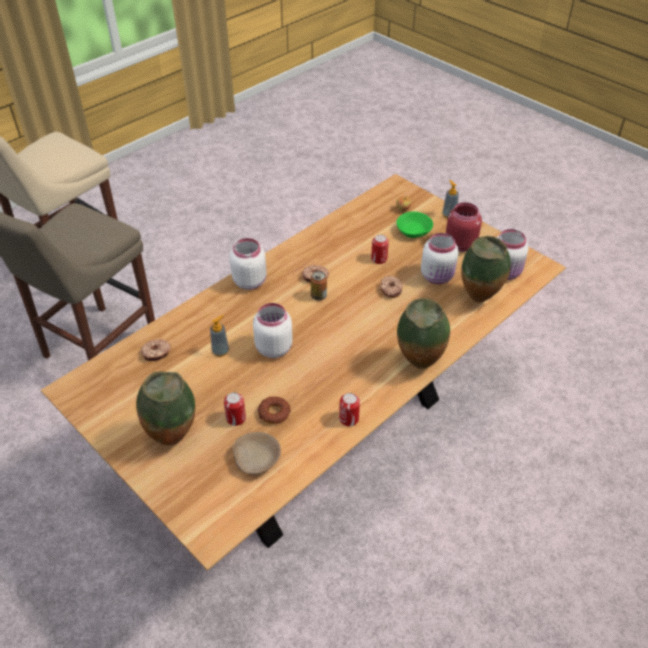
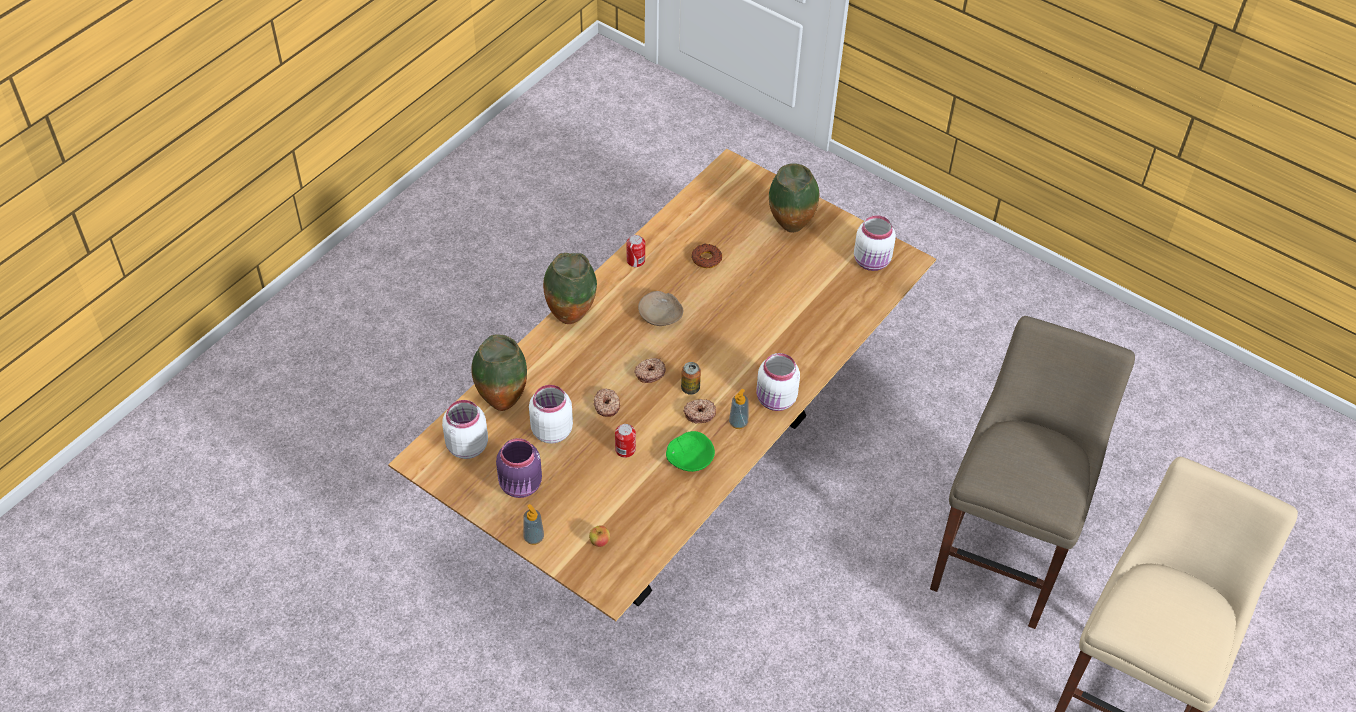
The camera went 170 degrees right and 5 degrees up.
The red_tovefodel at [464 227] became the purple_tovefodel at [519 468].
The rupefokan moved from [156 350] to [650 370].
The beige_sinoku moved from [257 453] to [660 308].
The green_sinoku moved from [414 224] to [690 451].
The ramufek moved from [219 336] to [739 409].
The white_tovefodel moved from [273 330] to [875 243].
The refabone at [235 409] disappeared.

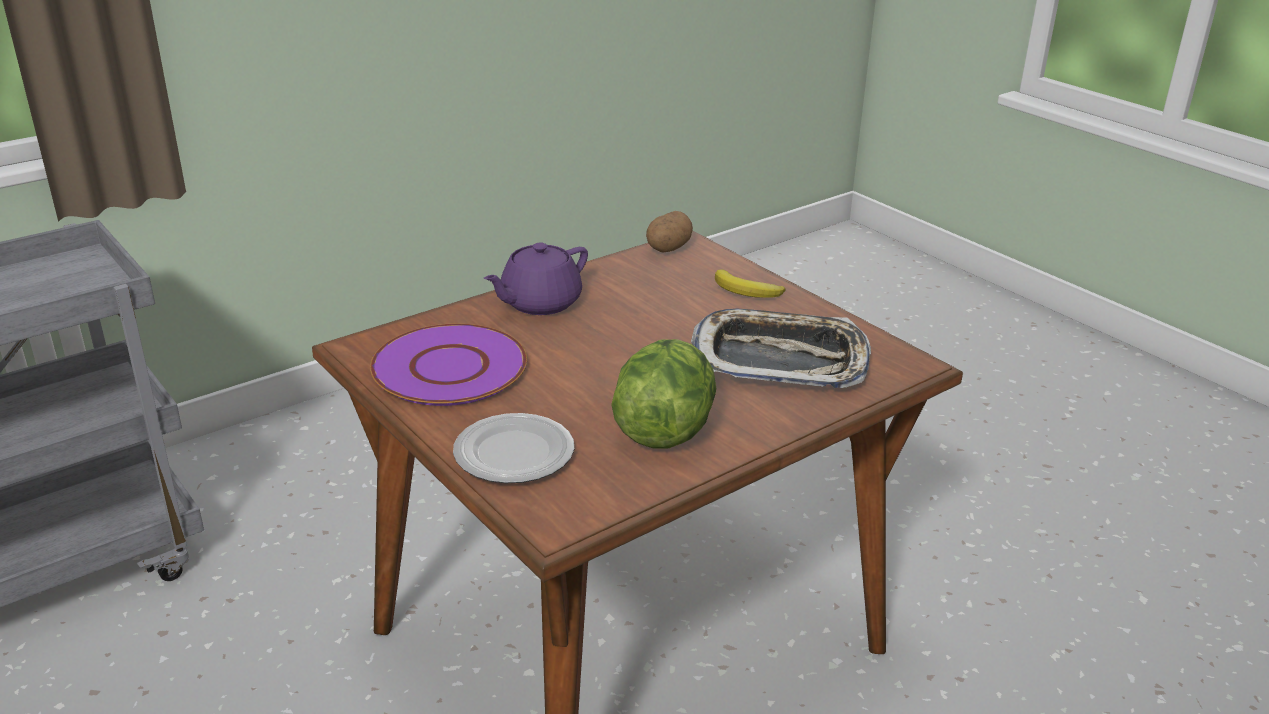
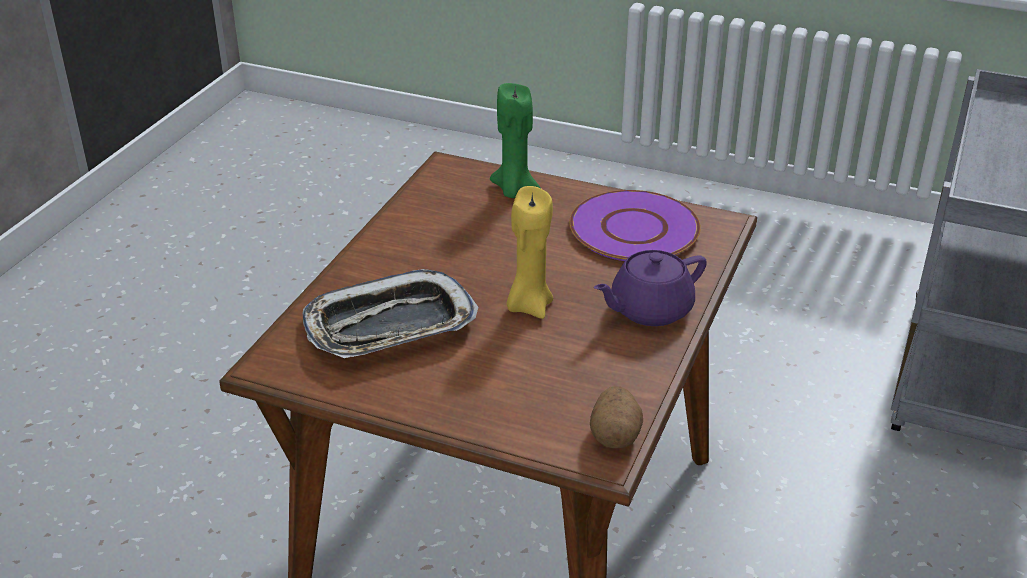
The camera went 150 degrees right and 5 degrees up.
The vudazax at [513 448] was replaced by the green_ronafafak at [515 140].
The yellow_ronafafak at [530 252] appeared.
The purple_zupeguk at [536 278] turned 135 degrees counterclockwise.
The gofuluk at [663 394] disappeared.
The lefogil at [750 283] disappeared.

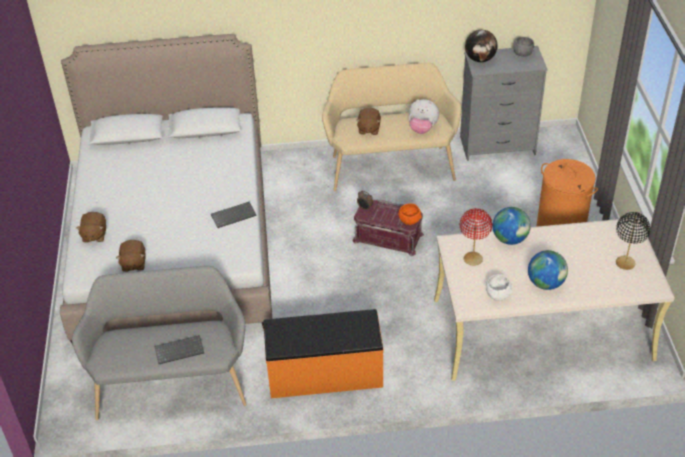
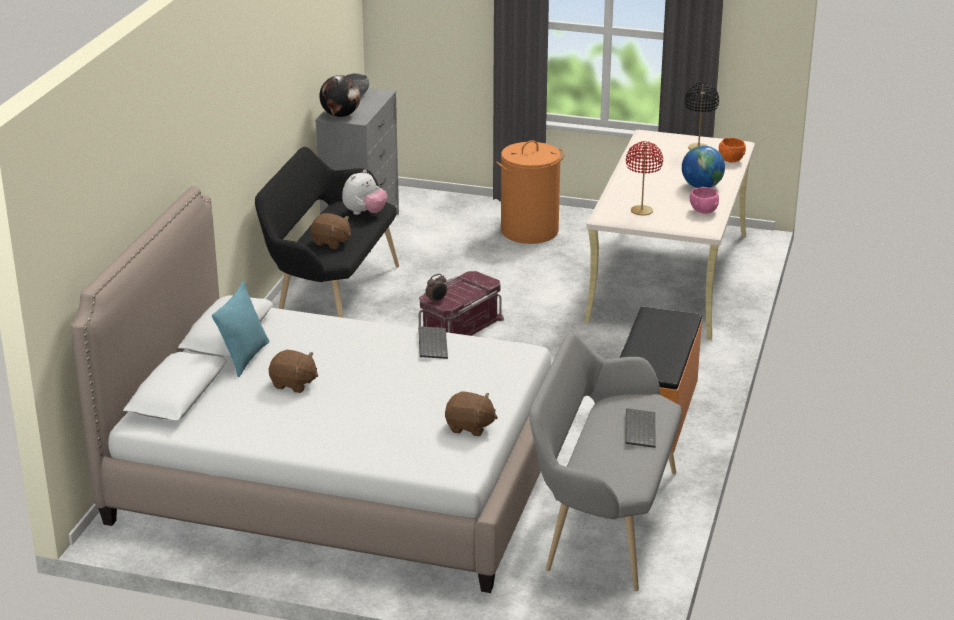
The camera went 70 degrees left and 15 degrees down.
The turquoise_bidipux at [241 329] appeared.
The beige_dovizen at [391 126] became the black_dovizen at [327 232].
The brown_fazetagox moved from [91 227] to [293 371].
The white_sinoku at [498 287] became the pink_sinoku at [704 200].
The orange_sinoku moved from [410 214] to [732 150].
The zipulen at [511 226] disappeared.

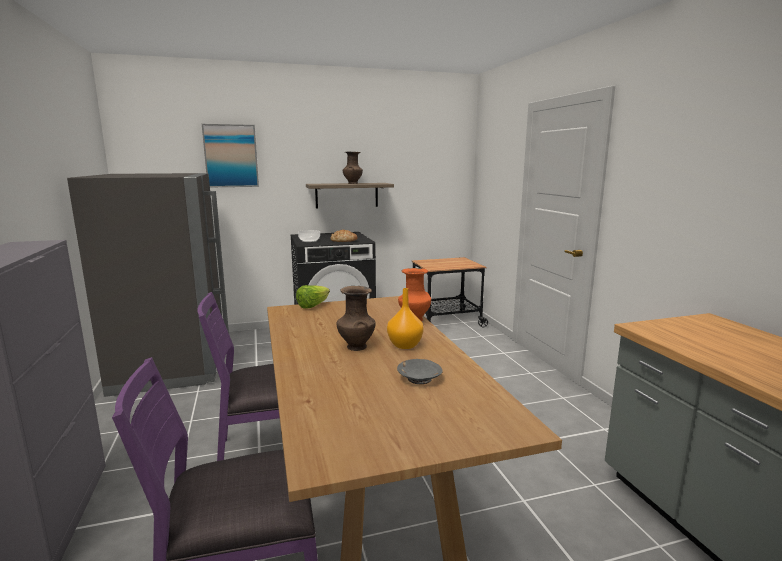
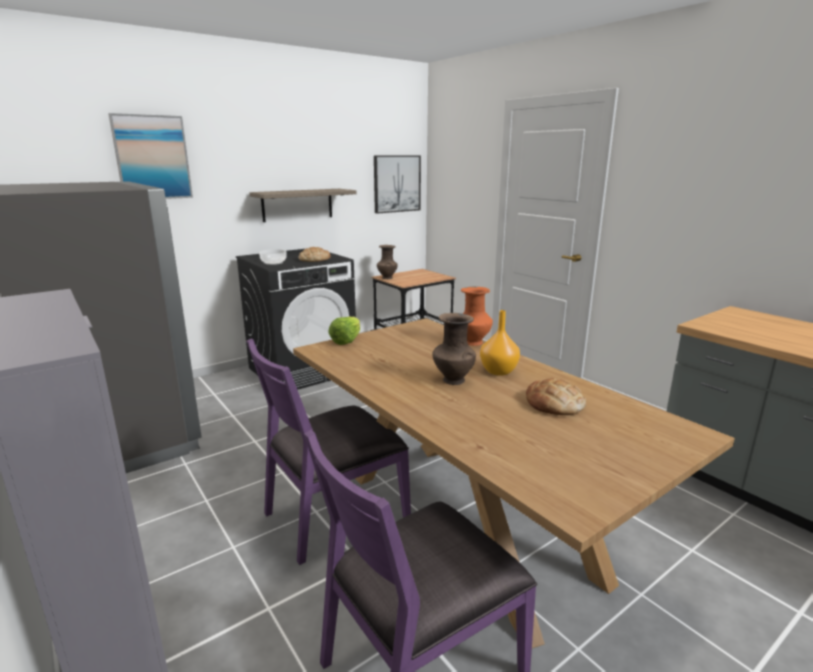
The camera went 20 degrees left and 5 degrees up.
The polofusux at [397 184] appeared.
The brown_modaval moved from [353 168] to [387 262].
The grey_sinoku at [420 371] was replaced by the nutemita at [556 396].

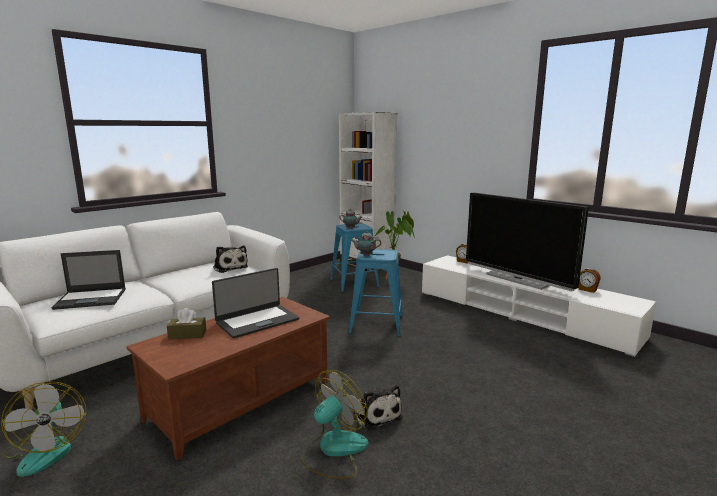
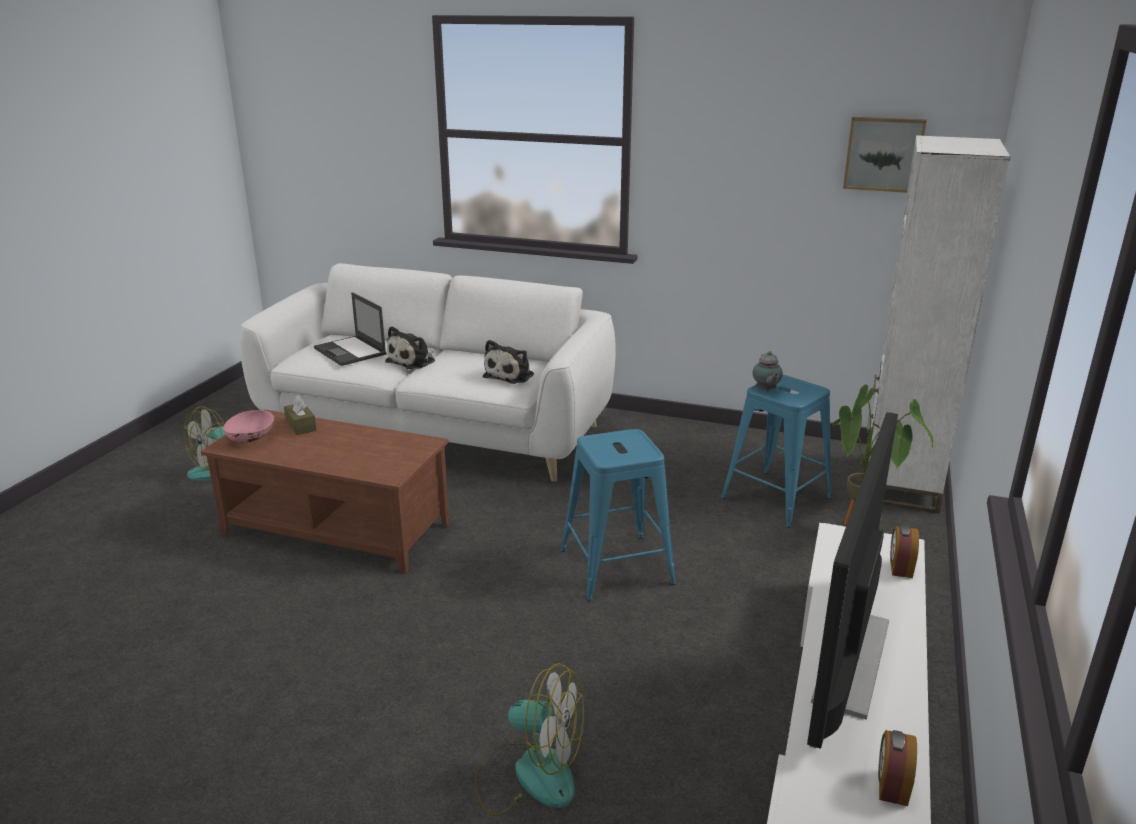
The camera went 65 degrees right and 10 degrees up.
The pink_sinoku at [248 426] appeared.
The fazetagox moved from [378 408] to [410 347].
The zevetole moved from [334 424] to [529 739].
The polofusux at [885 155] appeared.
The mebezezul at [255 303] disappeared.
The zupeguk at [366 243] disappeared.

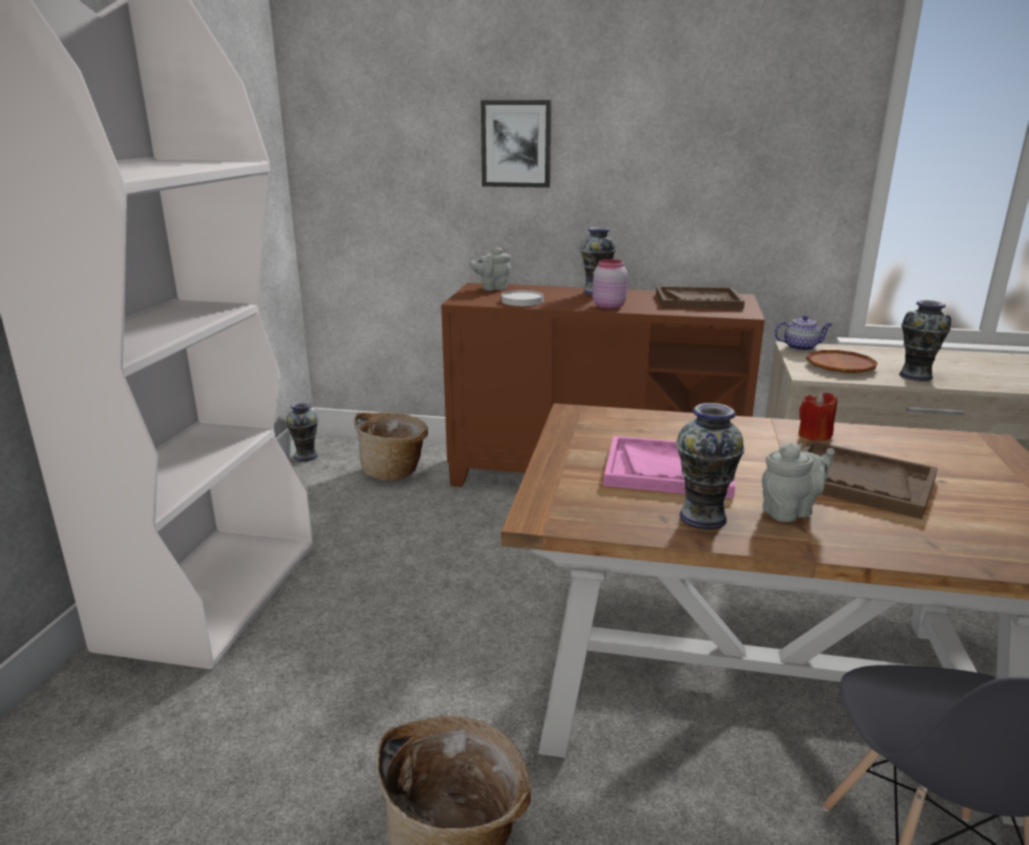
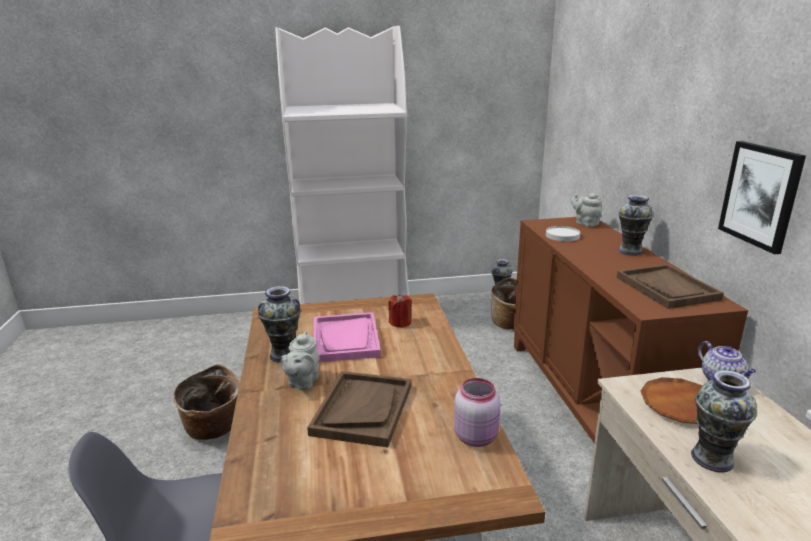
The camera went 70 degrees right and 0 degrees up.
The grey_zupeguk at [798 482] turned 60 degrees clockwise.
The red_ronafafak moved from [817 416] to [400 311].
The pink_tovefodel moved from [610 284] to [477 412].
The polofusux moved from [516 144] to [762 197].

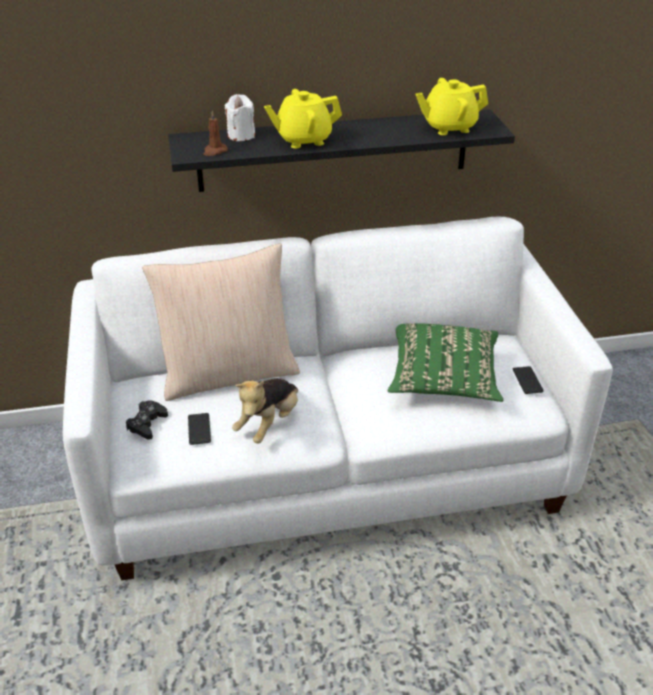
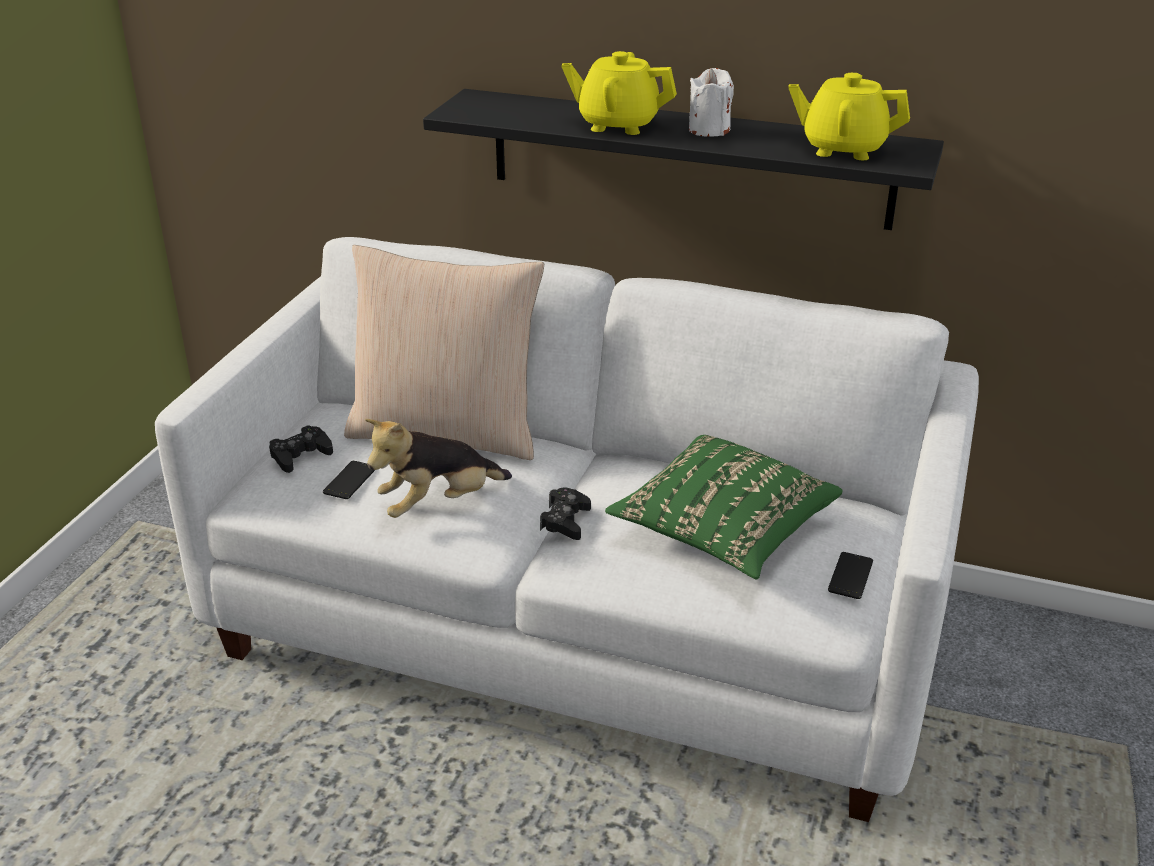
The camera went 30 degrees right and 5 degrees down.
The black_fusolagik at [565 514] appeared.
The white_ronafafak moved from [239 117] to [711 102].
The brown_ronafafak at [216 133] disappeared.

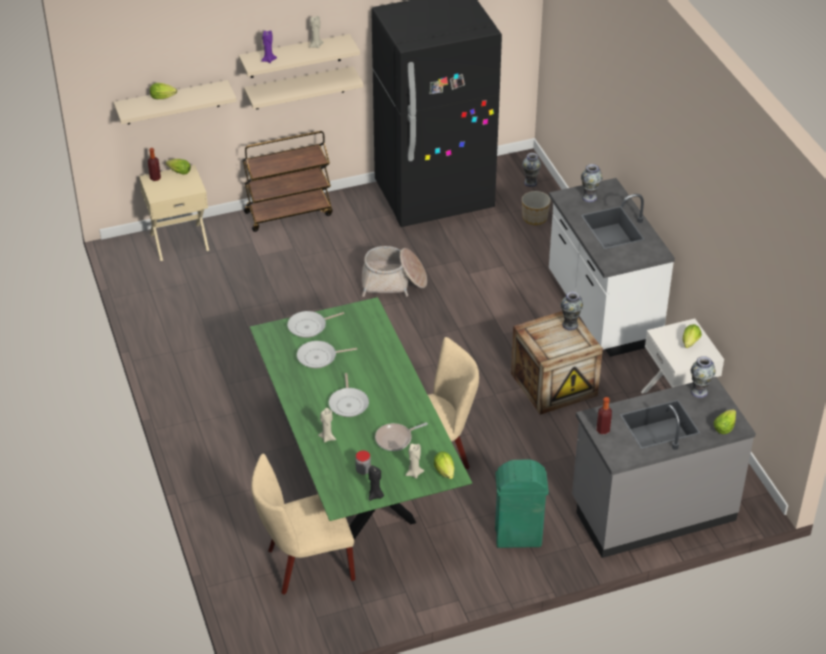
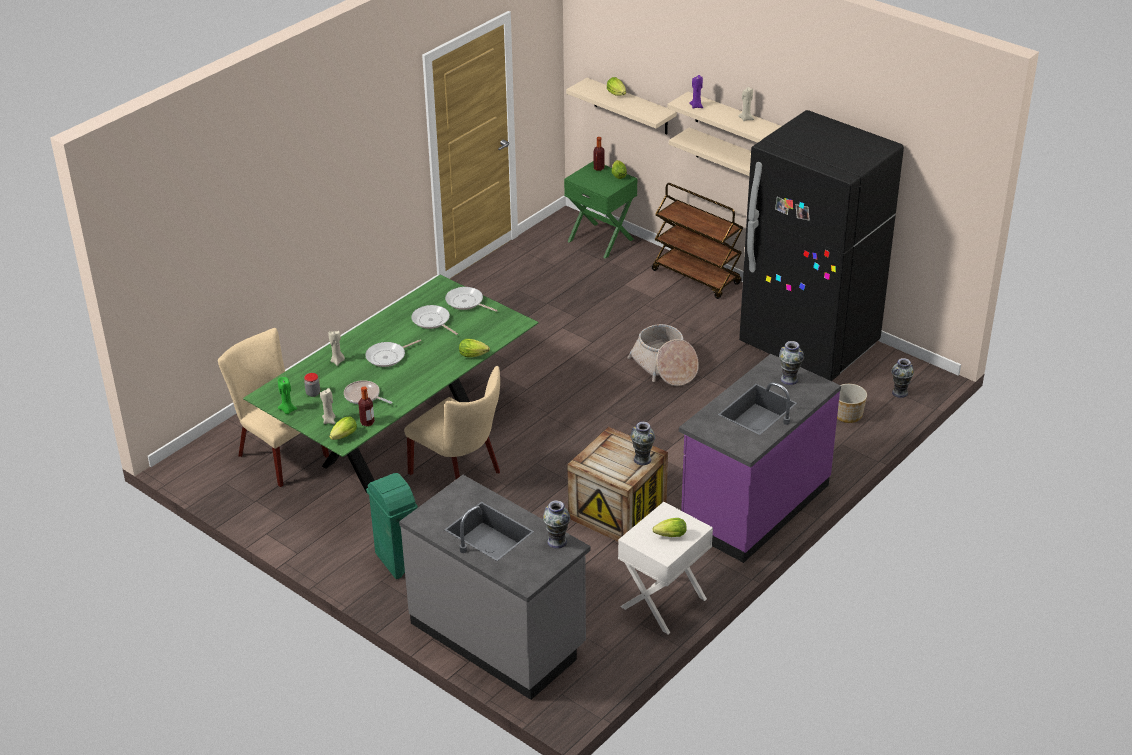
The camera went 60 degrees right and 5 degrees down.
The black_ronafafak at [376 483] became the green_ronafafak at [287 395].
The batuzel moved from [604 415] to [366 406].
The gofuluk moved from [725 421] to [474 348].
The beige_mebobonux at [174 213] became the green_mebobonux at [601 210].
The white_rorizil at [612 267] became the purple_rorizil at [760 458].

